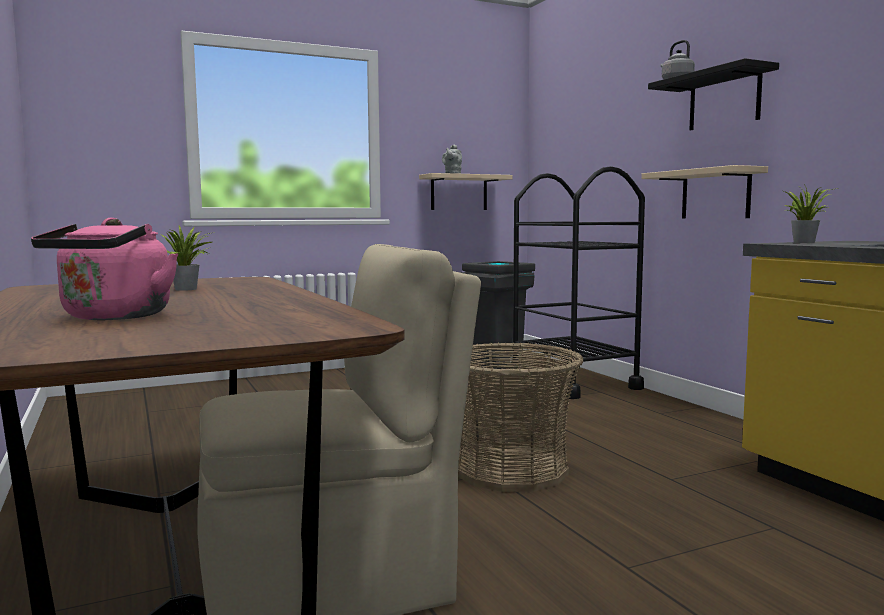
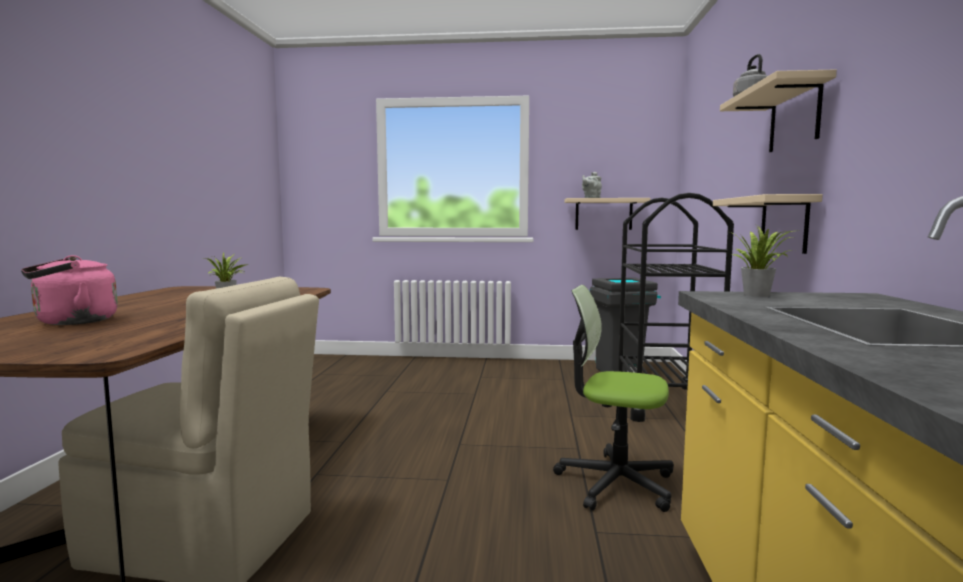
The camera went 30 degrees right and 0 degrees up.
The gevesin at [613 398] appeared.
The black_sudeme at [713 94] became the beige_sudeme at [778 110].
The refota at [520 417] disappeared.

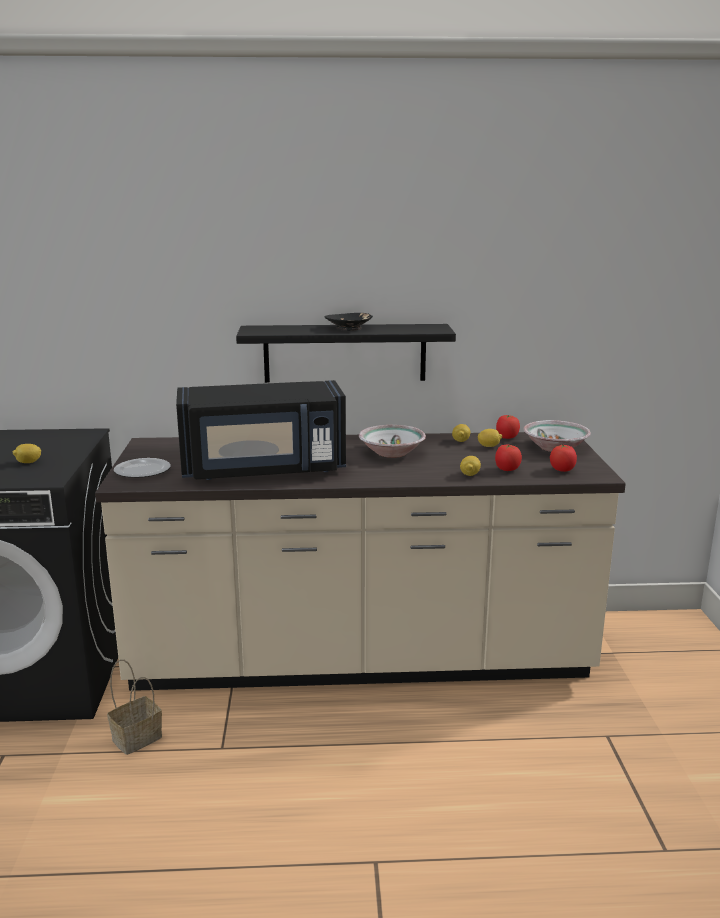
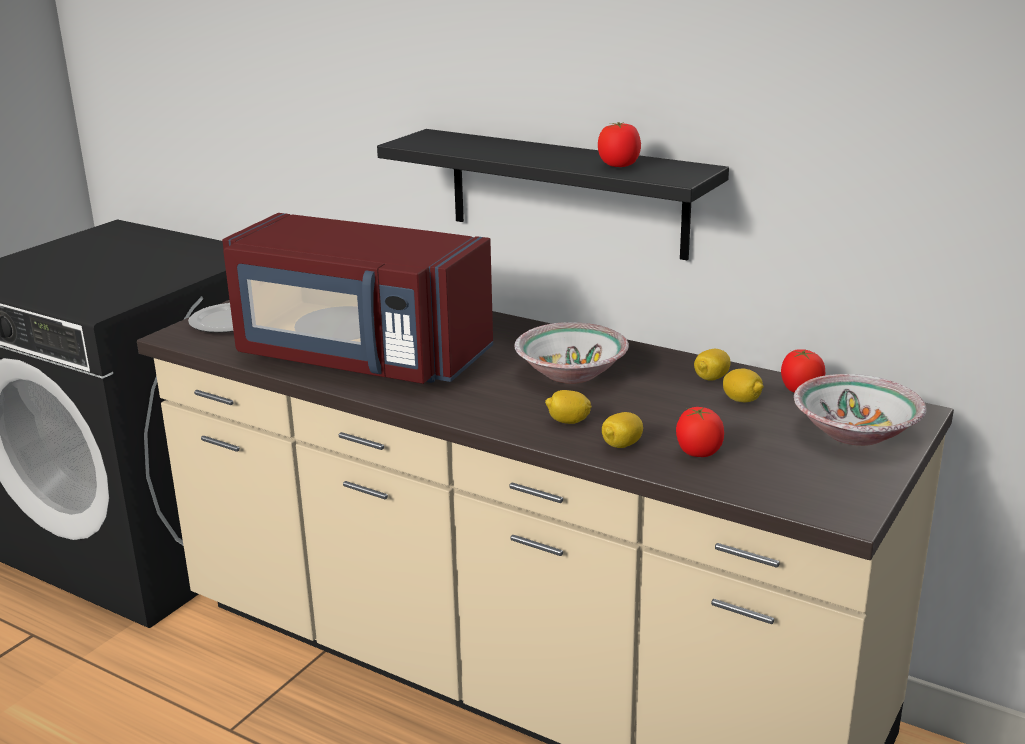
The camera went 35 degrees right and 5 degrees up.
The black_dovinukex at [261 430] became the red_dovinukex at [357 298].
The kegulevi moved from [27 453] to [568 407].
The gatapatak moved from [563 458] to [619 144].
The refota at [134 707] disappeared.
The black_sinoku at [349 322] disappeared.

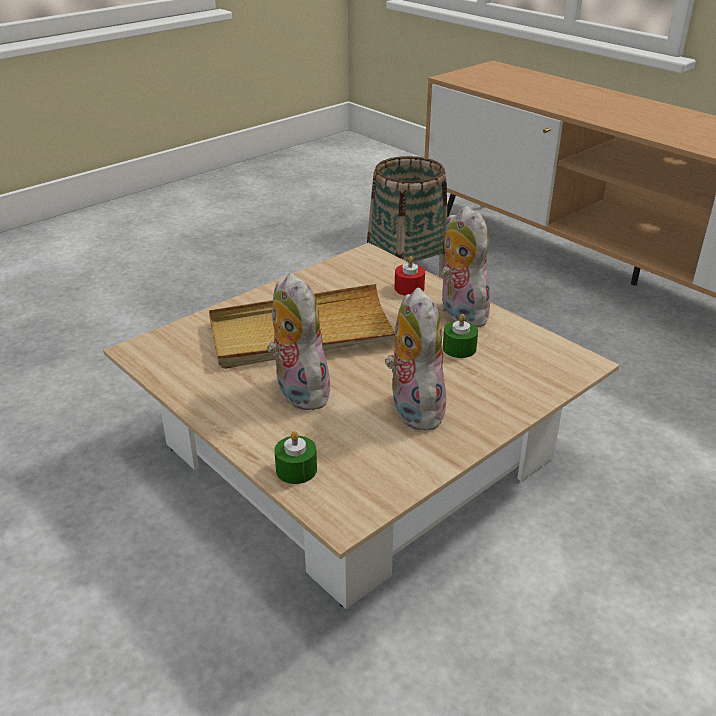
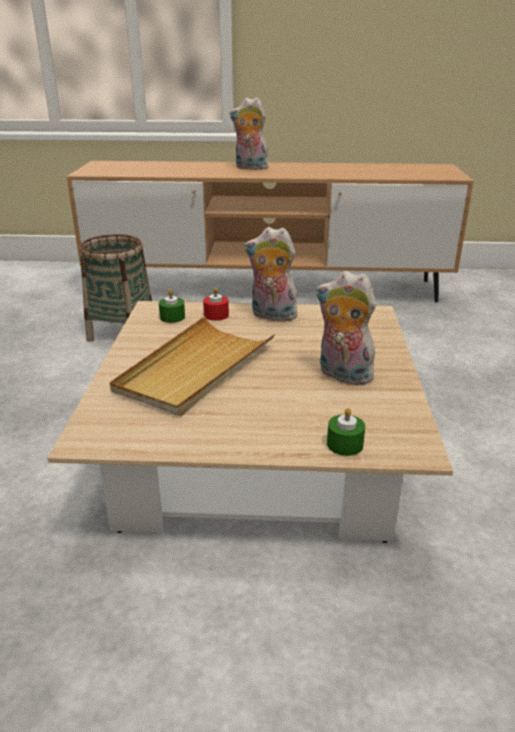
The camera went 45 degrees left and 5 degrees down.
The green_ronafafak moved from [460 336] to [172 306].
The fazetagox moved from [299 341] to [250 133].

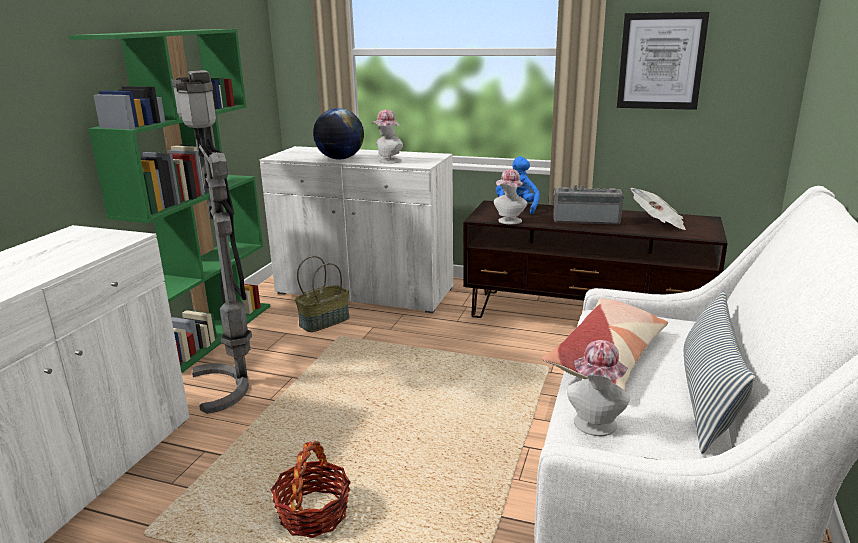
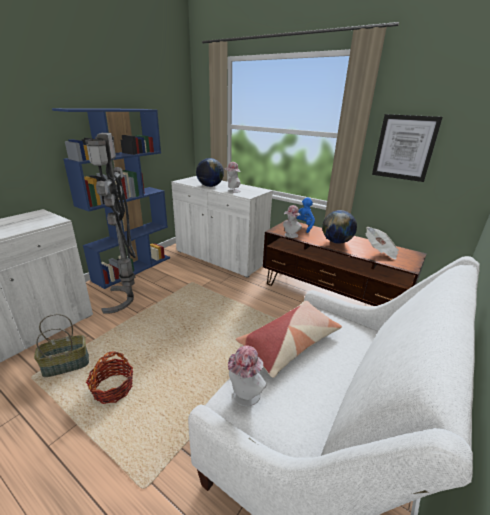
The camera went 15 degrees right and 5 degrees up.
The refota moved from [322 294] to [61 345].
The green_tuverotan at [170 201] became the blue_tuverotan at [111 198].
The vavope at [588 205] was replaced by the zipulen at [339 227].
The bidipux at [719 372] disappeared.

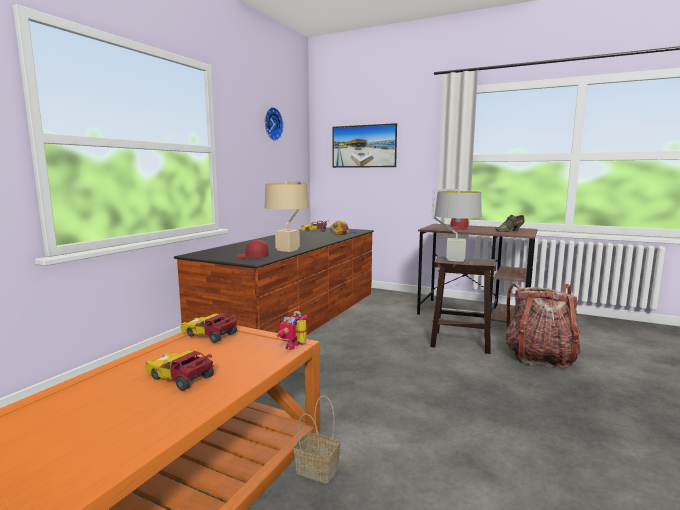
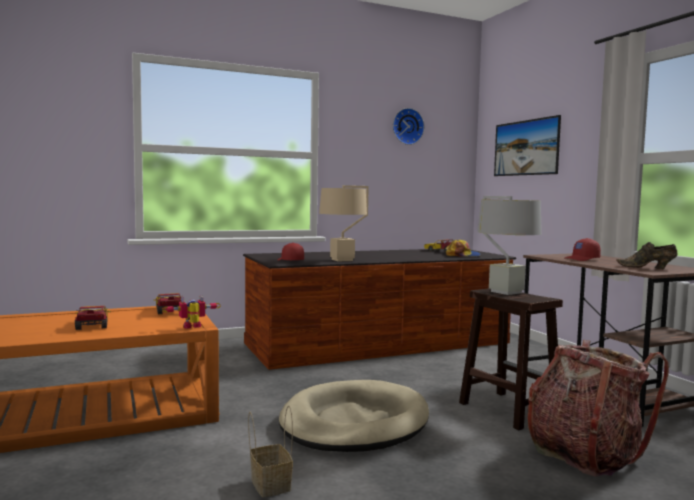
The camera went 40 degrees right and 5 degrees down.
The refota moved from [317 440] to [270 451].
The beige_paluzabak at [354 416] appeared.

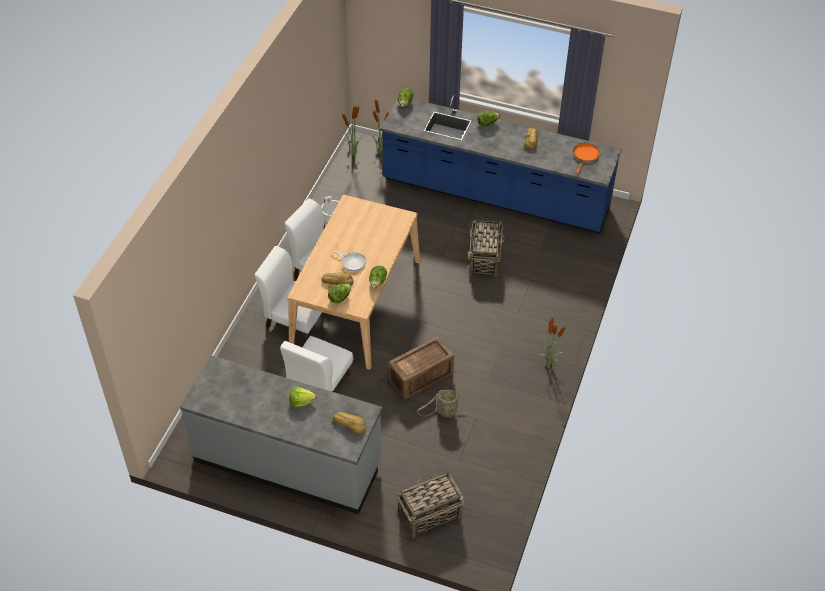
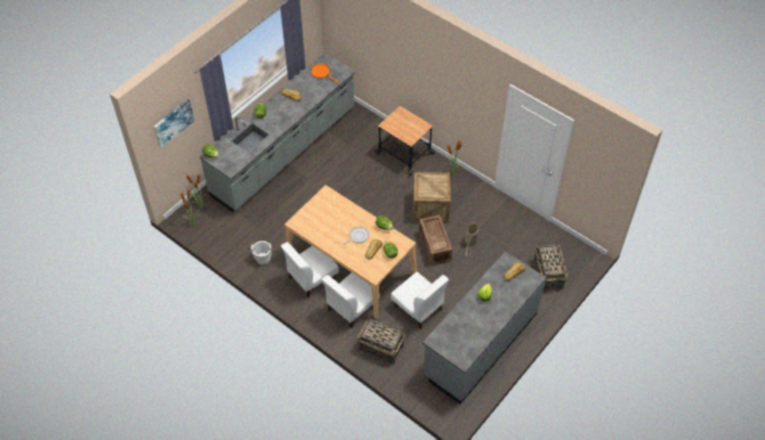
The camera went 70 degrees left and 5 degrees up.
The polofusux at [174 123] appeared.
The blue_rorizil at [501 164] became the grey_rorizil at [278 132].
The refota moved from [487 248] to [381 341].
The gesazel at [405 141] appeared.
The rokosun at [432 197] appeared.

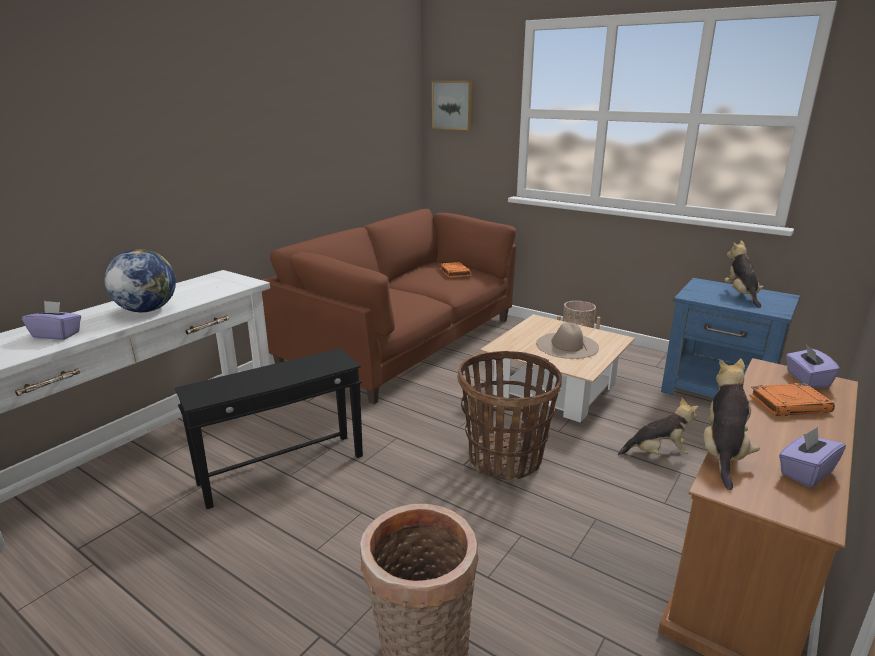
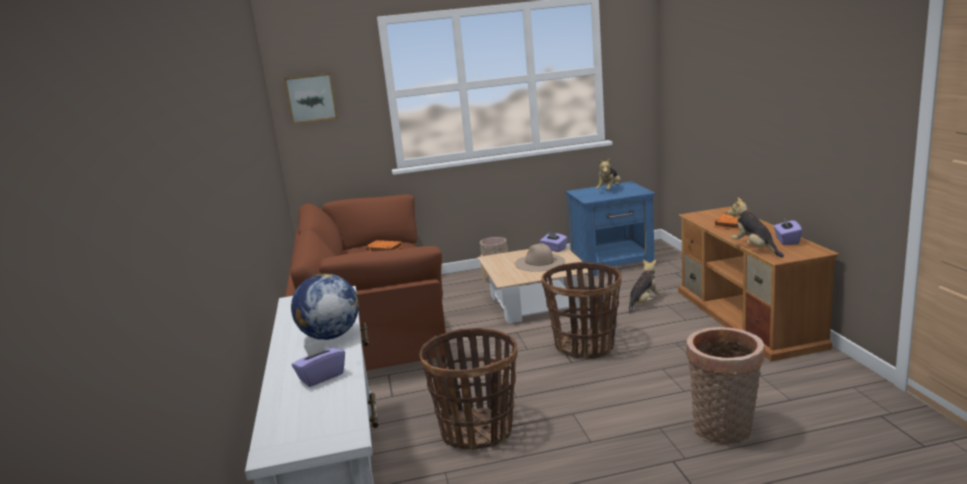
The camera went 45 degrees left and 5 degrees down.
The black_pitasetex at [269 428] was replaced by the refota at [469 389].
The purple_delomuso moved from [813 366] to [553 241].
The fazetagox at [743 274] turned 105 degrees counterclockwise.

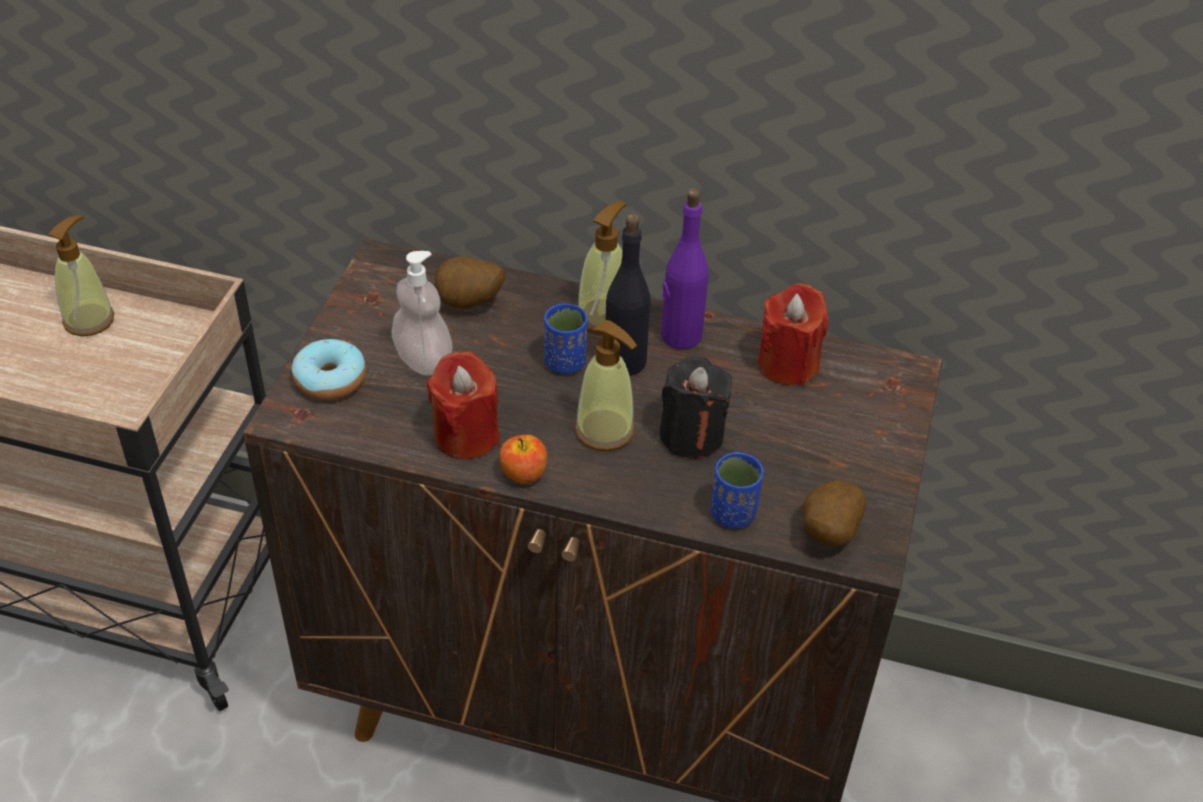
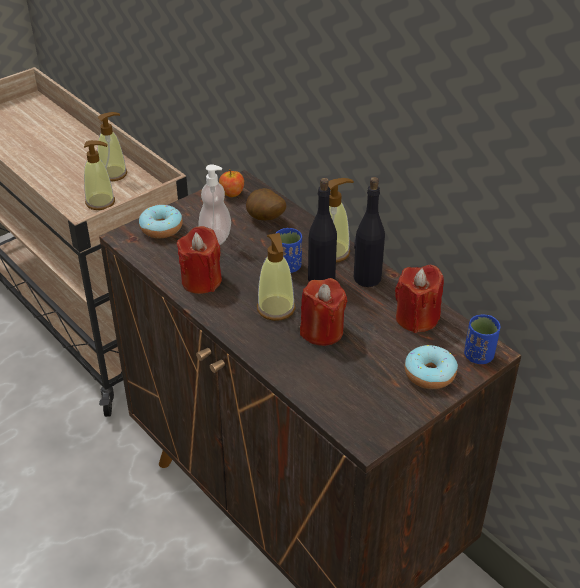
The camera went 35 degrees right and 5 degrees down.
The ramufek at [99 175] appeared.
The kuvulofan moved from [523 459] to [231 183].
The black_ronafafak at [696 407] became the red_ronafafak at [324 312].
The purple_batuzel at [684 268] became the black_batuzel at [369 232].
The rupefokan at [431 367] appeared.
The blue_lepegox moved from [736 490] to [482 339].
The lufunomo at [834 513] disappeared.

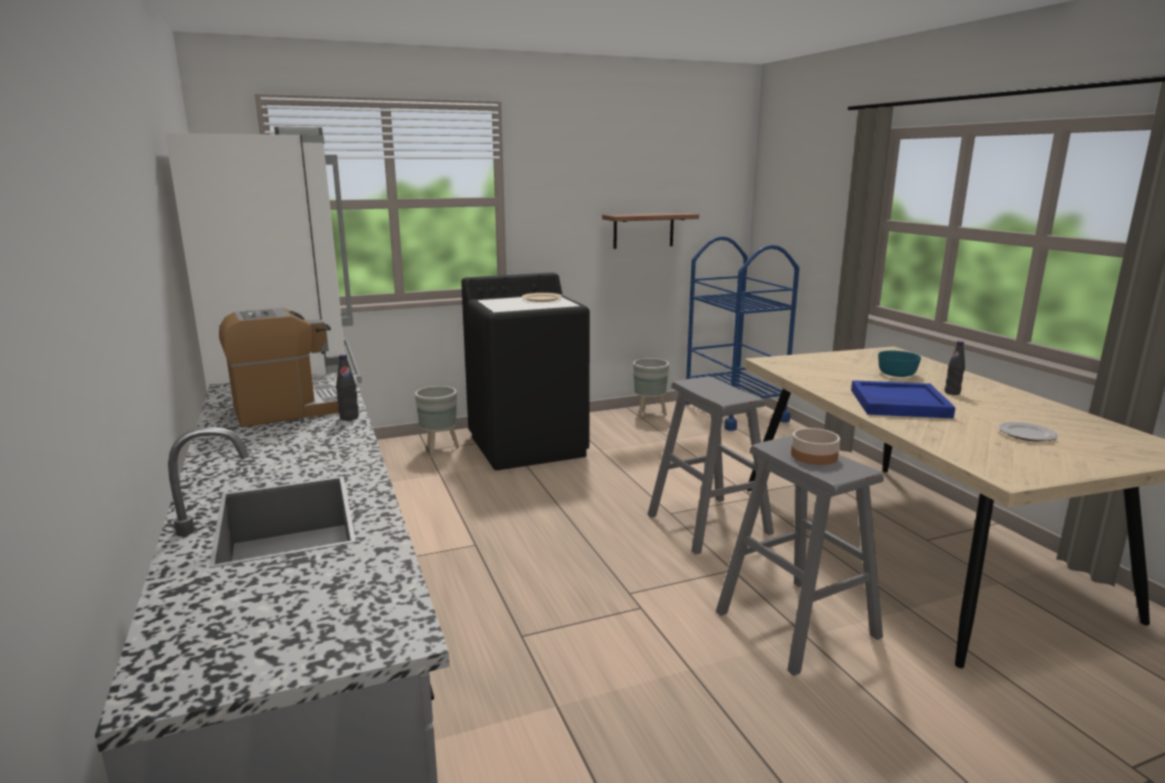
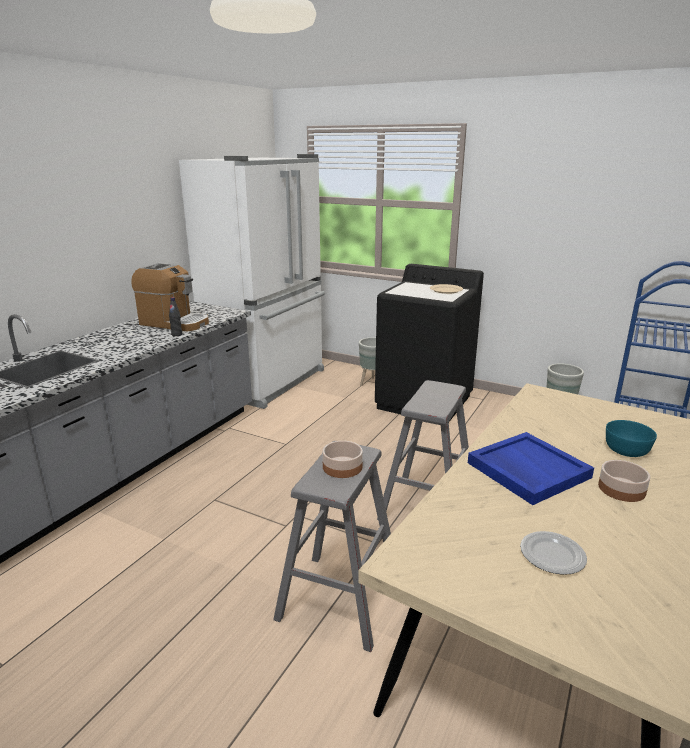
The camera went 50 degrees right and 5 degrees up.
The black_batuzel at [954 368] was replaced by the sinoku at [624 481].
The sudeme at [650 230] disappeared.

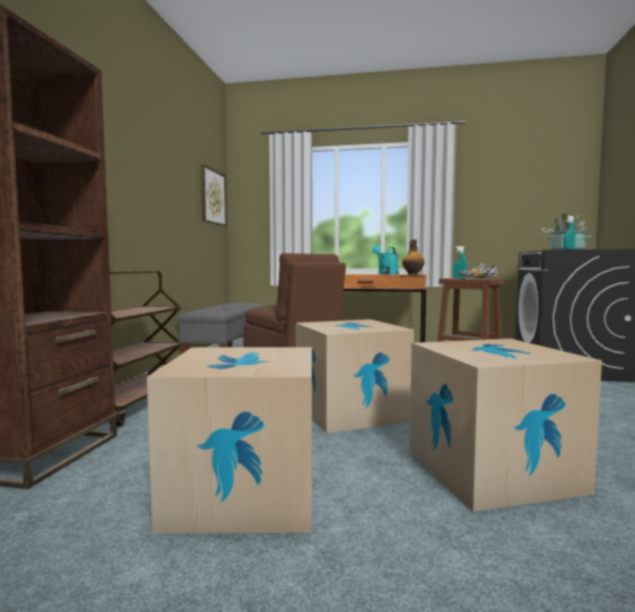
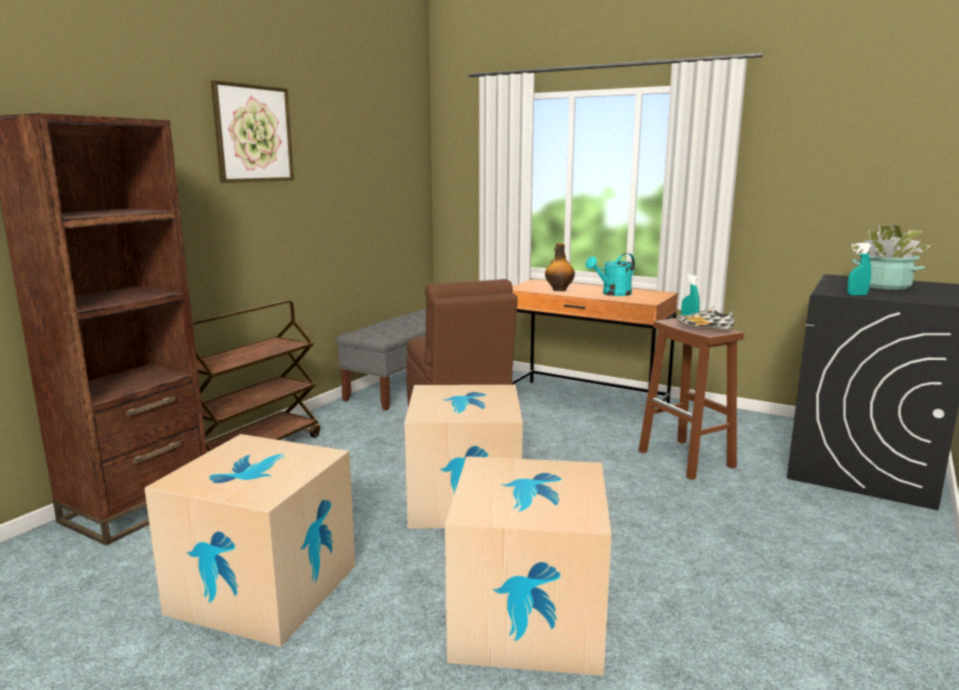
The camera went 20 degrees right and 10 degrees up.
The polofusux moved from [214 196] to [252 131].
The batuzel moved from [413 257] to [560 267].

